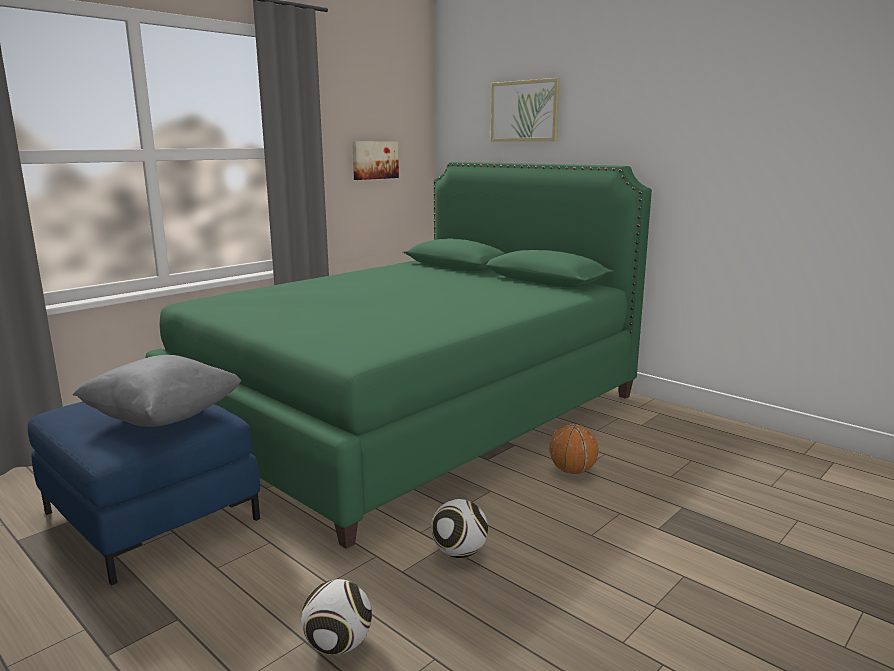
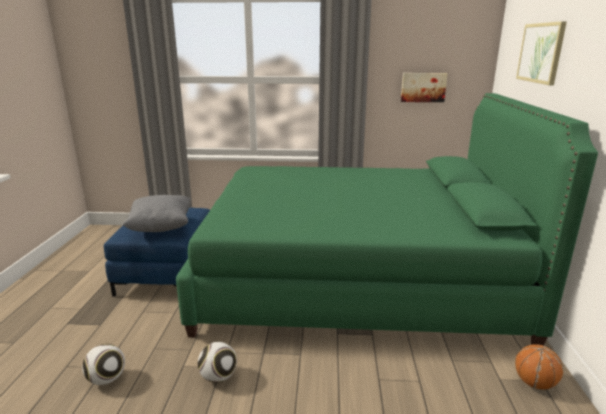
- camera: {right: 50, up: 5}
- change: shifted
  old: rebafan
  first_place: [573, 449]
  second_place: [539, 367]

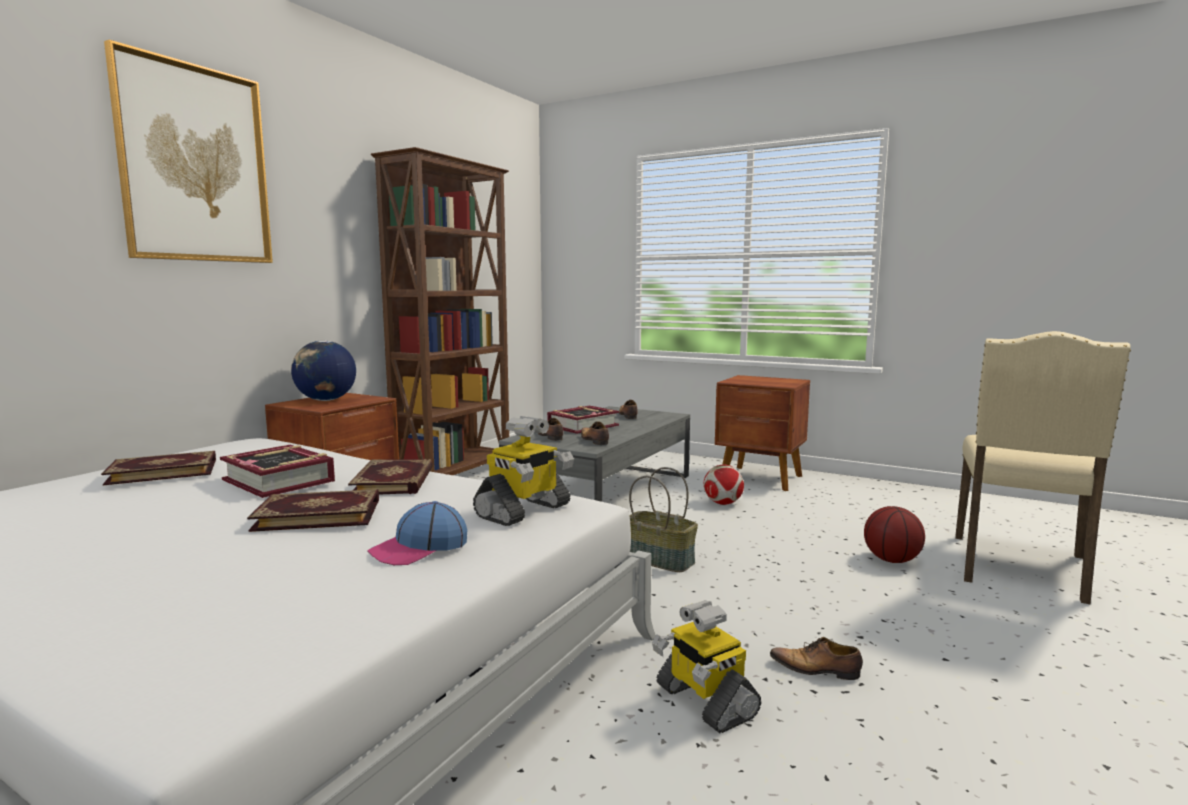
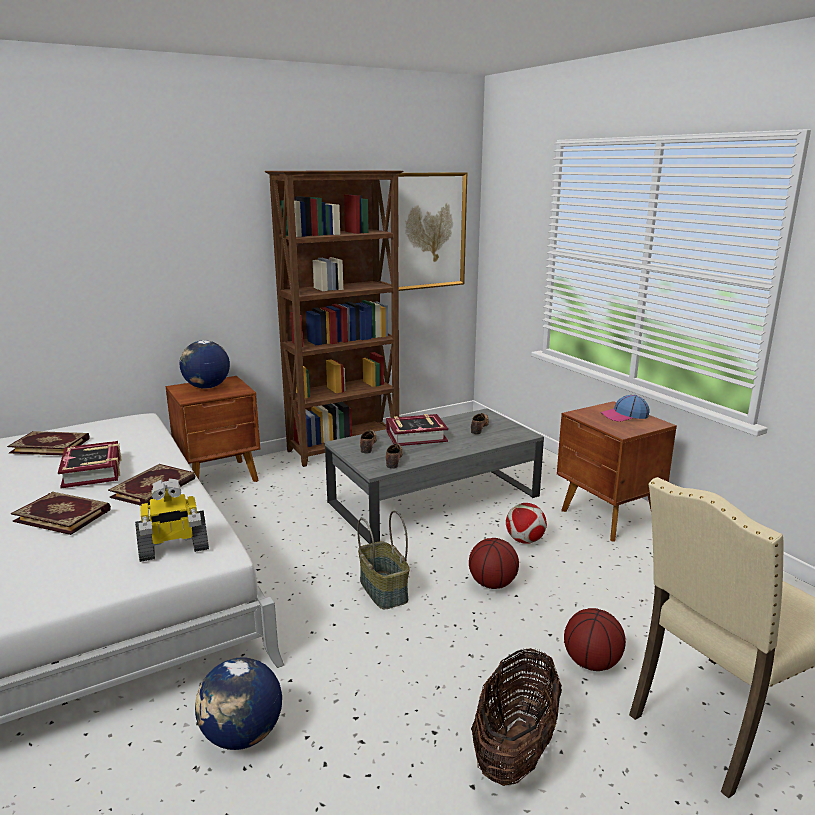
- camera: {right: 30, up: 10}
- change: shifted
  old: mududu
  first_place: [188, 151]
  second_place: [432, 231]
- change: shifted
  old: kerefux
  first_place: [417, 533]
  second_place: [625, 408]
- change: swapped
  old: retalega
  new: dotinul
  first_place: [706, 667]
  second_place: [238, 703]
- change: gone
  old: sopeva
  first_place: [816, 658]
- change: new
  new: rebafan
  second_place: [494, 563]
- change: new
  new: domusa
  second_place: [516, 717]

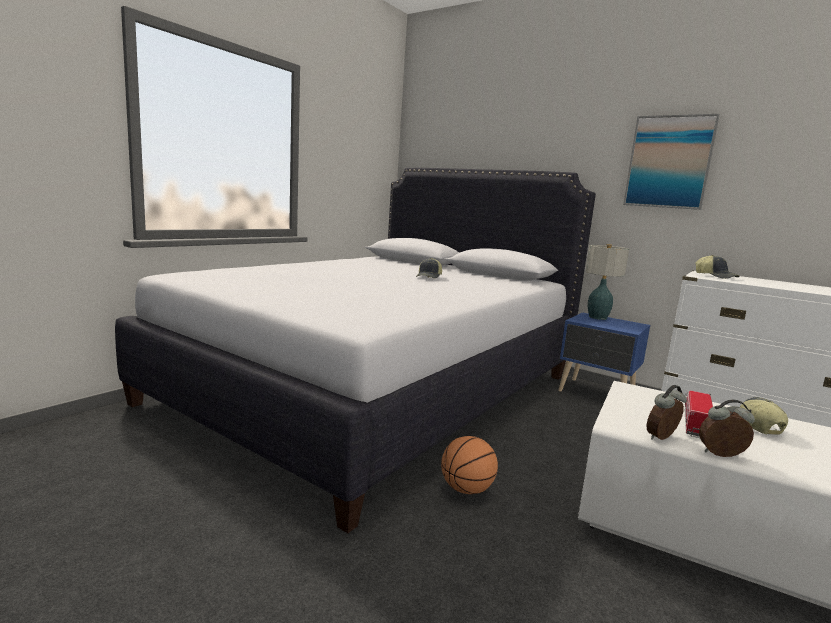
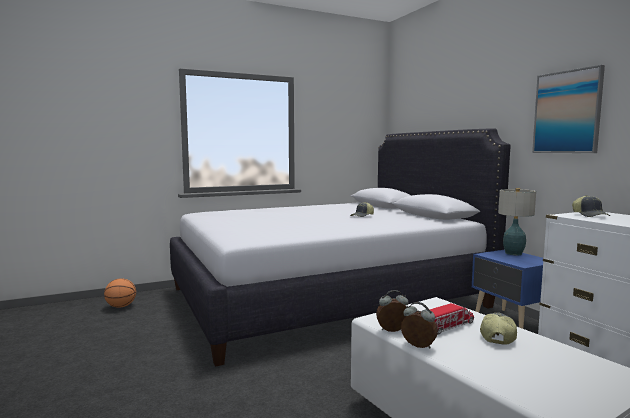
- camera: {right: 30, up: -5}
- change: shifted
  old: rebafan
  first_place: [469, 465]
  second_place: [120, 293]

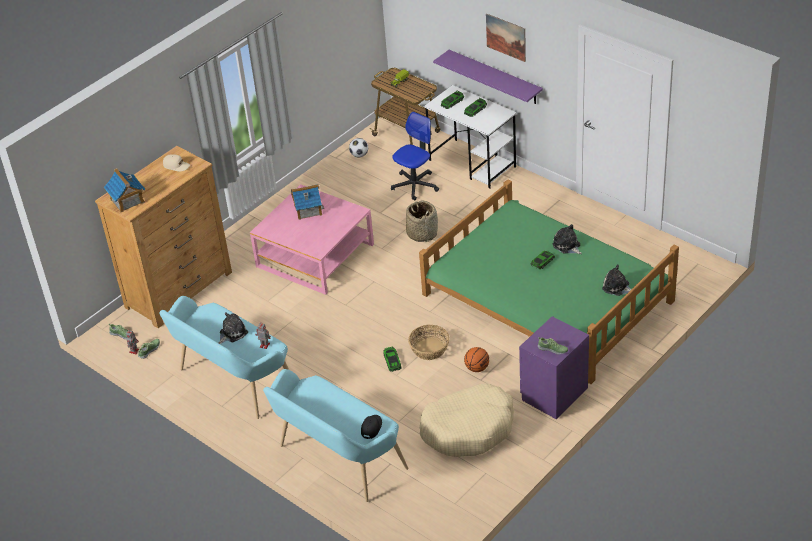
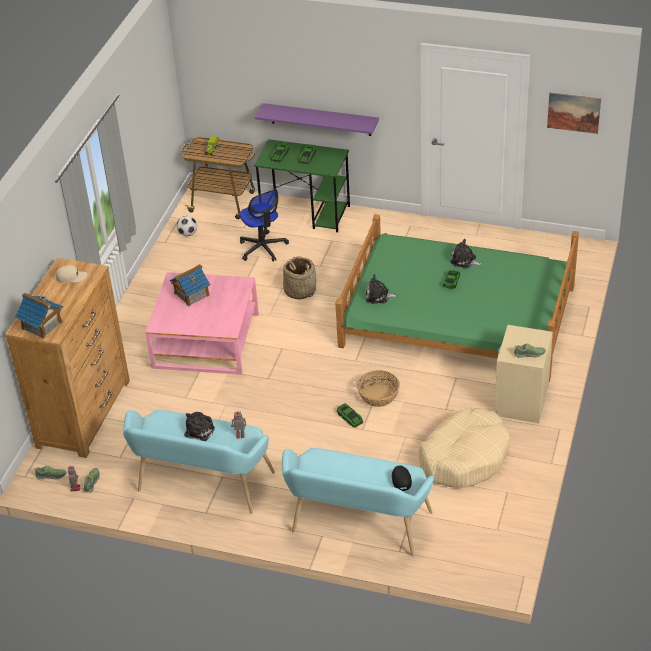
- camera: {right: -25, up: 0}
- change: rotated
  old: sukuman
  first_place: [415, 156]
  second_place: [264, 225]
  degrees: 135
- change: repainted
  old: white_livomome
  new: green_livomome
  first_place: [470, 137]
  second_place: [302, 185]
- change: gone
  old: rebafan
  first_place: [476, 359]
- change: shifted
  old: mududu
  first_place: [506, 38]
  second_place: [574, 113]
- change: repainted
  old: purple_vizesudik
  new: beige_vizesudik
  first_place: [554, 367]
  second_place: [524, 374]
- change: shifted
  old: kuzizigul
  first_place: [616, 280]
  second_place: [382, 289]

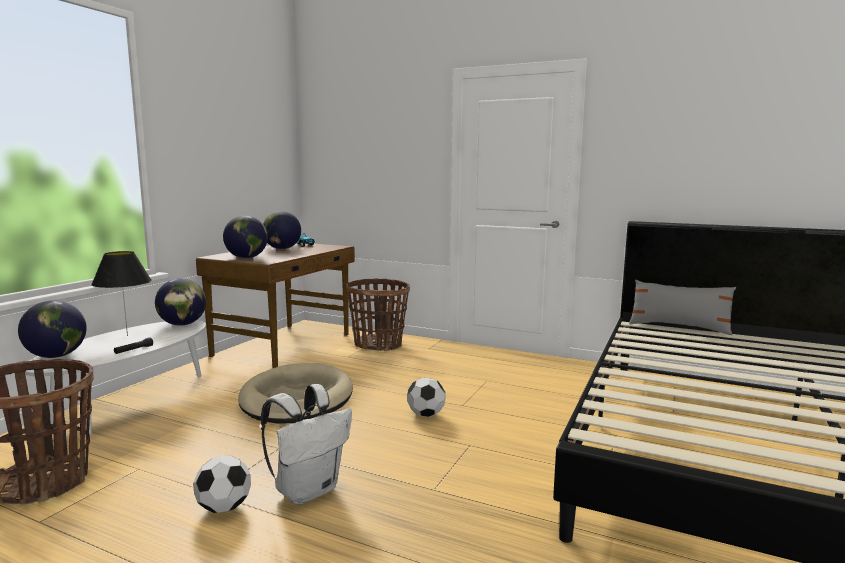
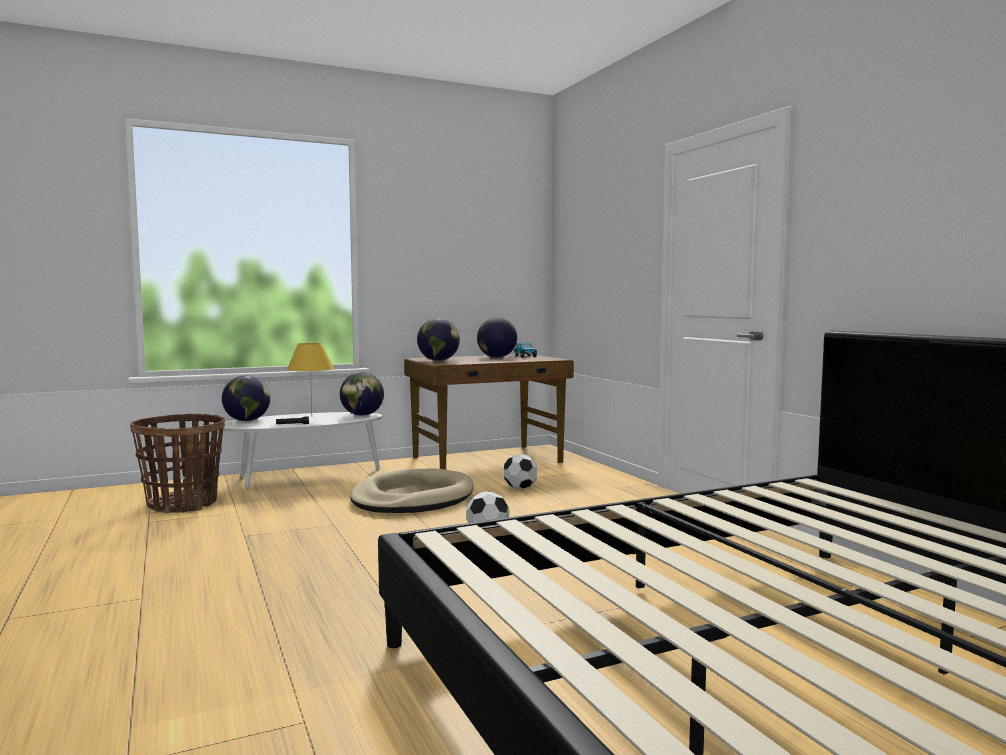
- camera: {right: 40, up: -5}
- change: repainted
  old: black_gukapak
  new: yellow_gukapak
  first_place: [121, 293]
  second_place: [310, 378]
- change: shifted
  old: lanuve
  first_place: [222, 484]
  second_place: [520, 471]
- change: gone
  old: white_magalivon
  first_place: [306, 444]
- change: gone
  old: domusa
  first_place: [378, 315]
- change: gone
  old: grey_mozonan
  first_place: [682, 307]

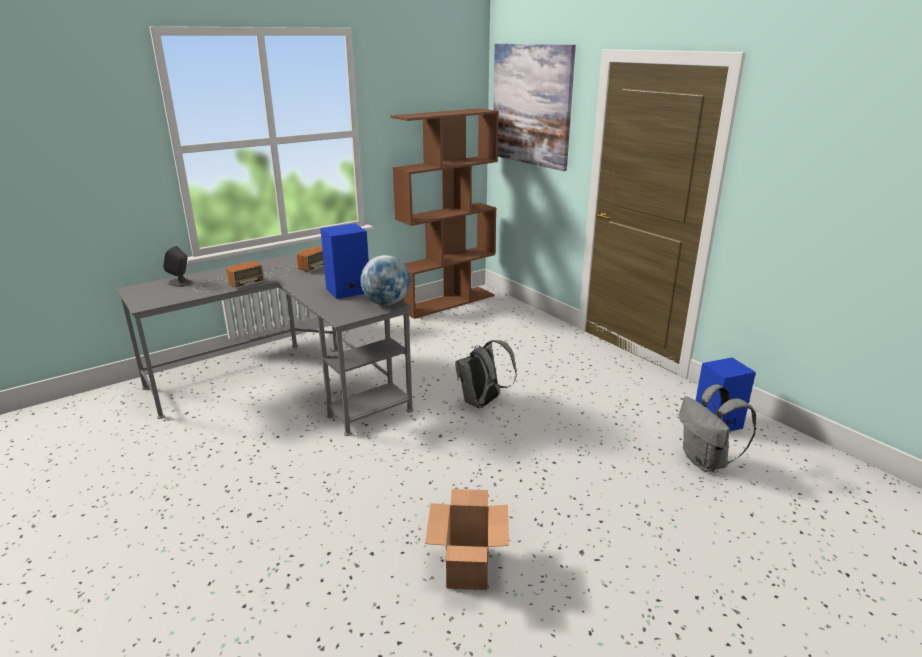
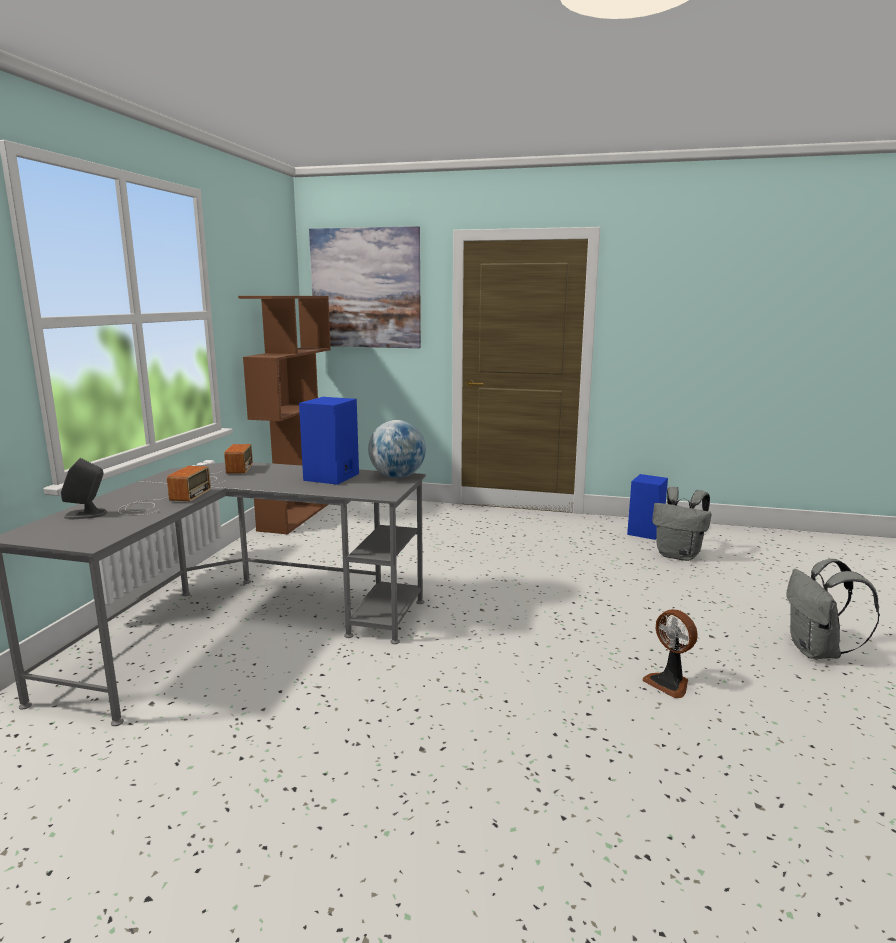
- camera: {right: -40, up: -10}
- change: swapped
  old: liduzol
  new: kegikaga
  first_place: [467, 539]
  second_place: [670, 653]
- change: shifted
  old: grey_magalivon
  first_place: [486, 374]
  second_place: [833, 609]

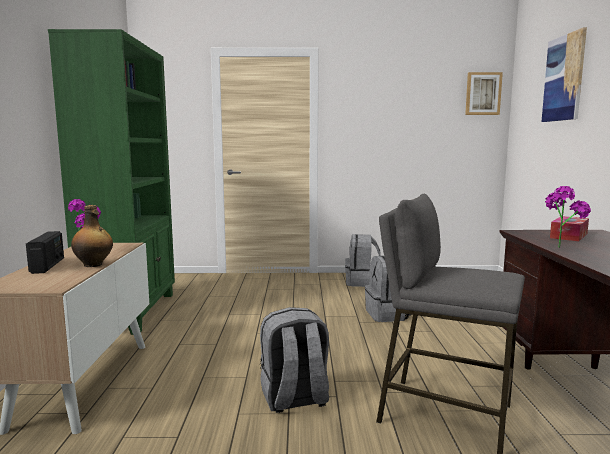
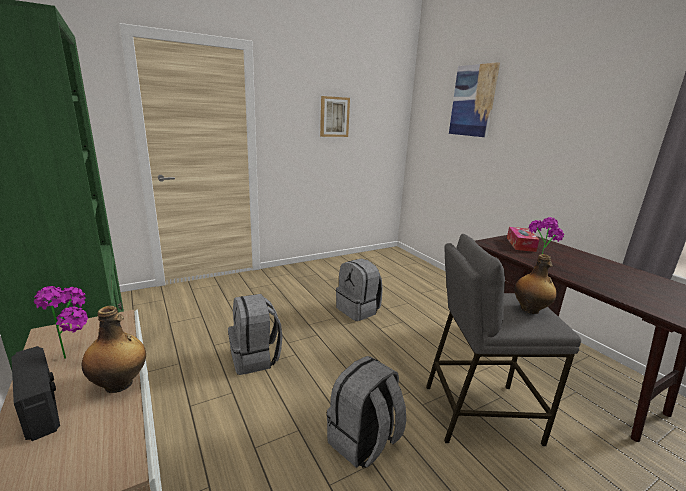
- camera: {right: -30, up: 10}
- change: shifted
  old: grey_magalivon
  first_place: [363, 260]
  second_place: [255, 334]
- change: shifted
  old: mududu
  first_place: [484, 93]
  second_place: [335, 116]
- change: new
  new: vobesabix
  second_place: [535, 284]

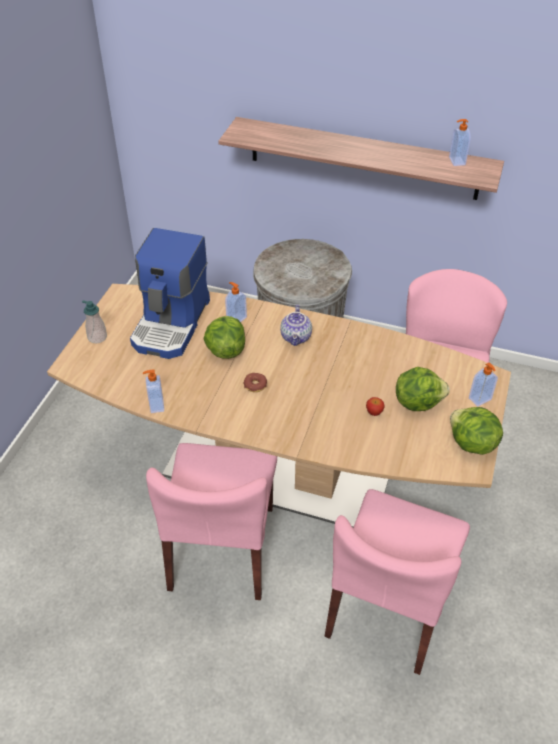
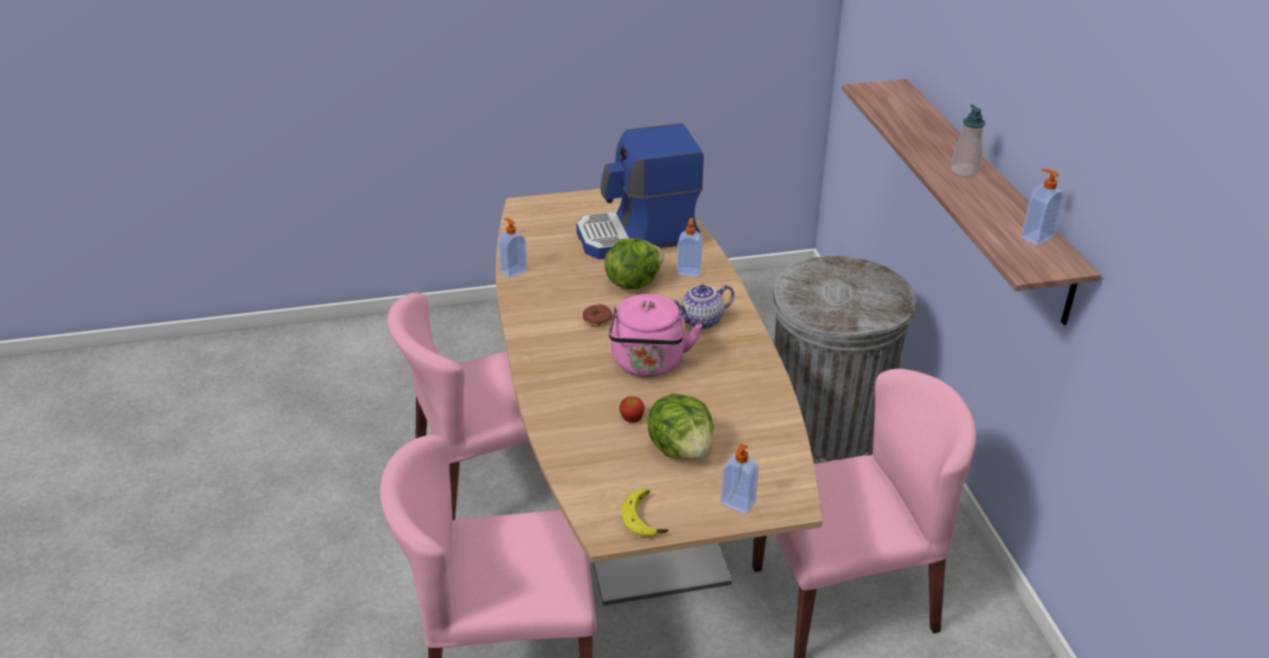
- camera: {right: 60, up: -10}
- change: shifted
  old: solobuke
  first_place: [94, 322]
  second_place: [968, 140]
- change: swapped
  old: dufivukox
  new: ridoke
  first_place: [476, 431]
  second_place: [644, 512]
- change: new
  new: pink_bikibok
  second_place: [655, 335]

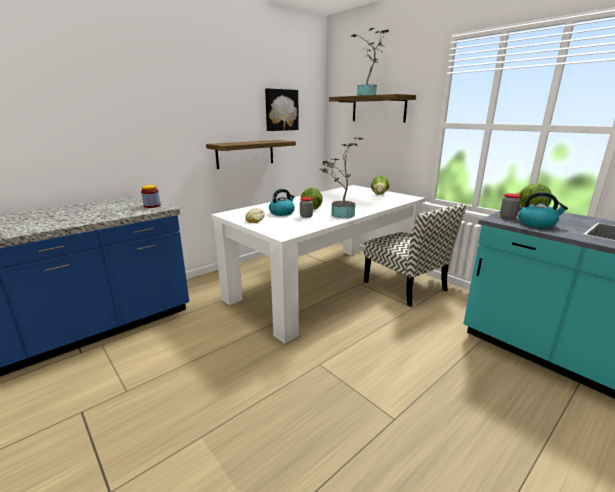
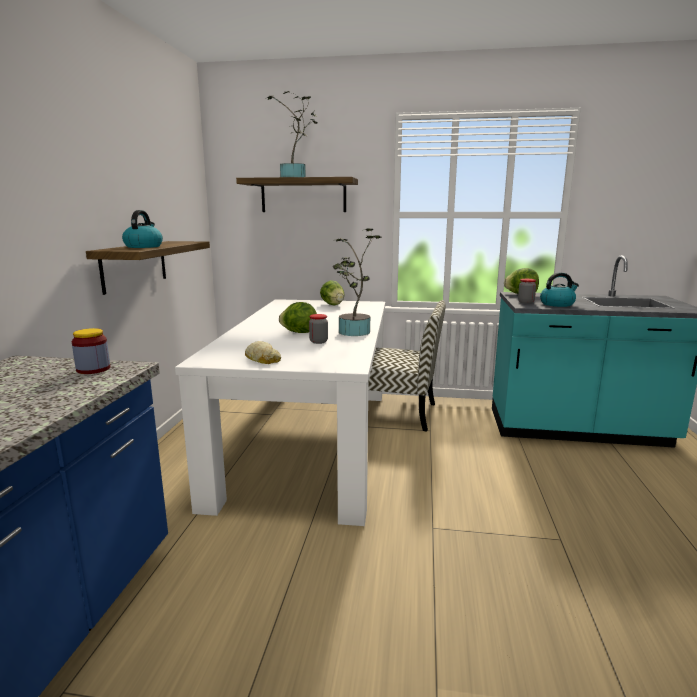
- camera: {right: -40, up: -5}
- change: gone
  old: mududu
  first_place: [282, 109]
- change: shifted
  old: bikibok
  first_place: [282, 202]
  second_place: [142, 229]

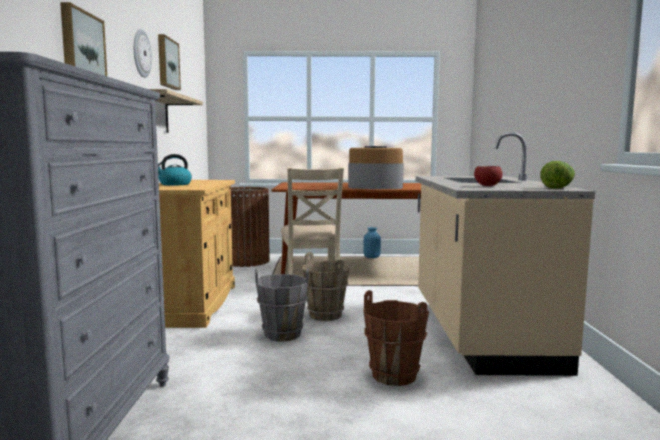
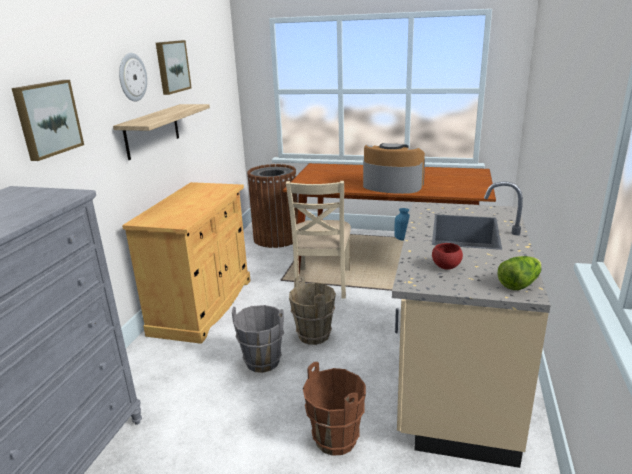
- camera: {right: 15, up: 15}
- change: gone
  old: bikibok
  first_place: [175, 170]

